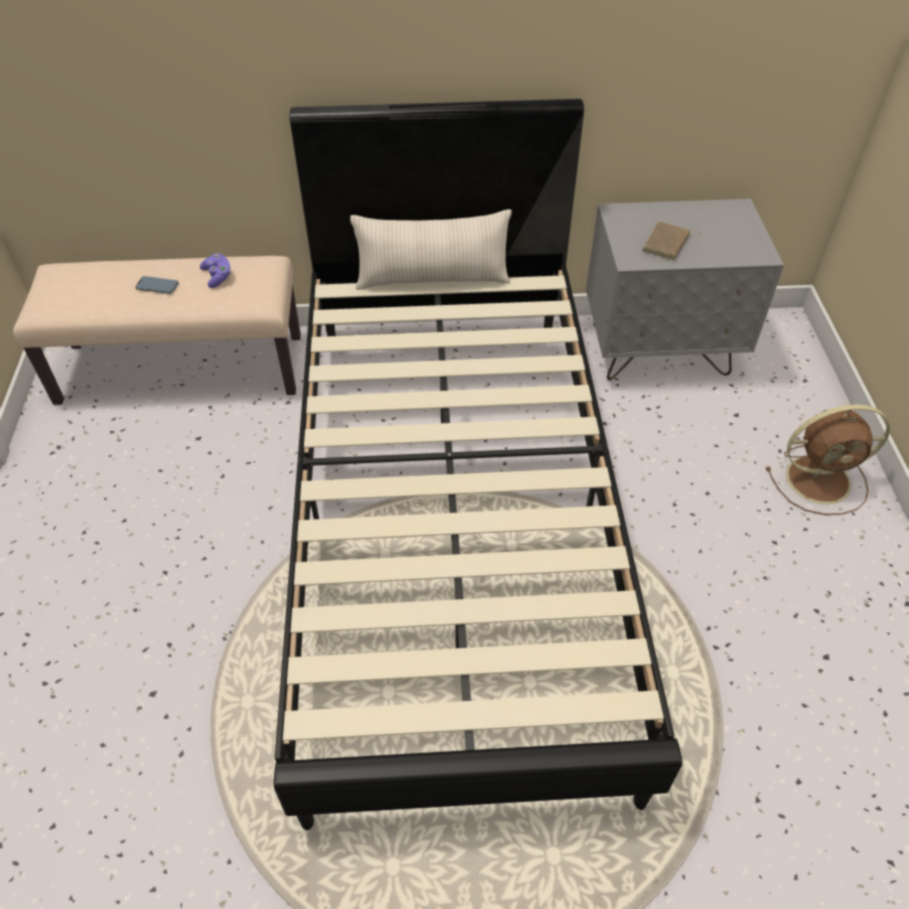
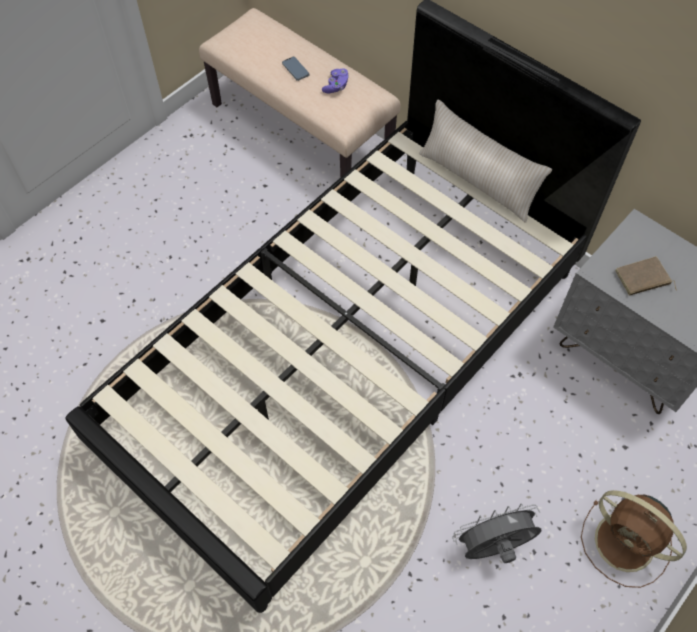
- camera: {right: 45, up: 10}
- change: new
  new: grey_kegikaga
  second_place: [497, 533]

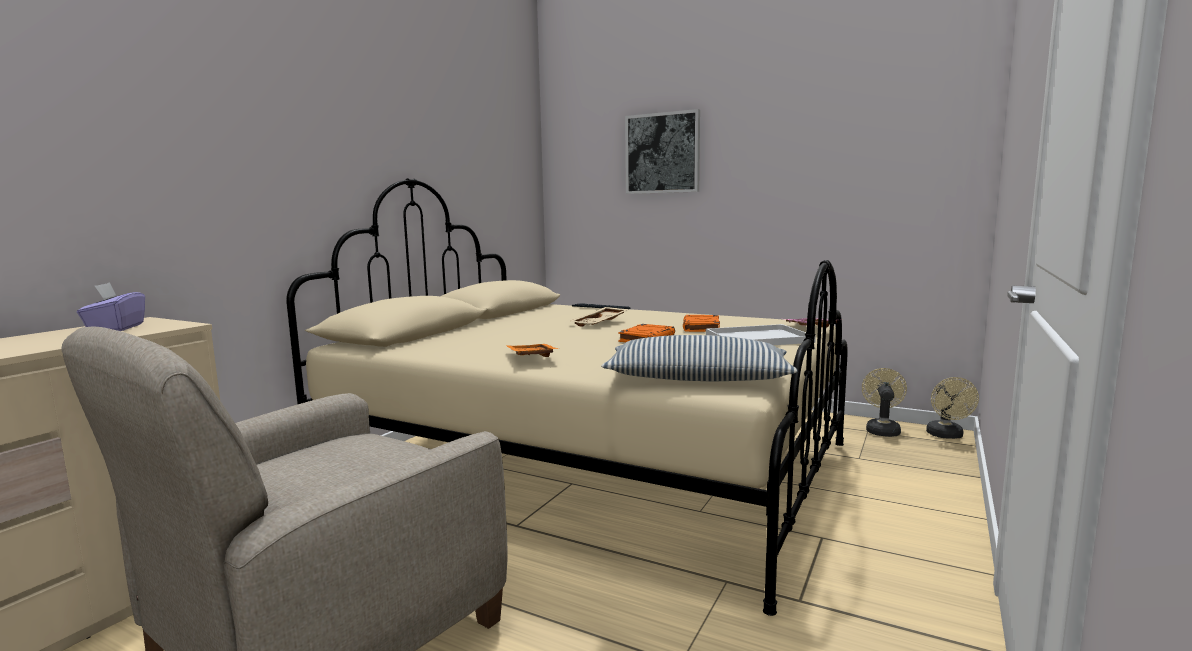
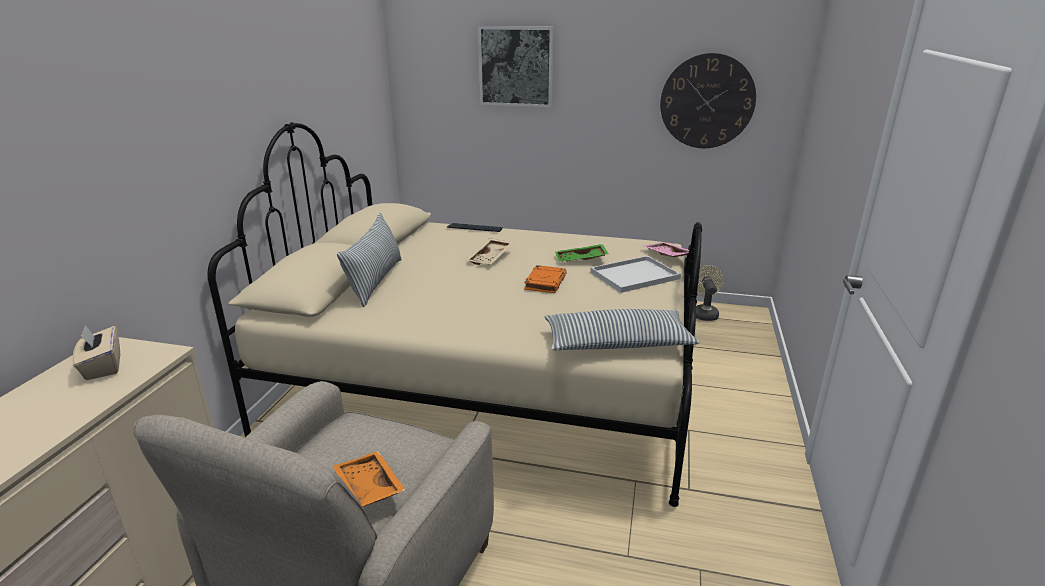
- camera: {right: -15, up: 15}
- change: repainted
  old: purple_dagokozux
  new: beige_dagokozux
  first_place: [111, 306]
  second_place: [96, 352]
- change: shifted
  old: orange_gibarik
  first_place: [533, 350]
  second_place: [369, 479]
- change: swapped
  old: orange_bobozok
  new: green_gibarik
  first_place: [701, 323]
  second_place: [581, 253]
- change: gone
  old: beige_kegikaga
  first_place: [952, 408]
- change: new
  new: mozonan
  second_place: [369, 260]
- change: new
  new: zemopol
  second_place: [708, 100]

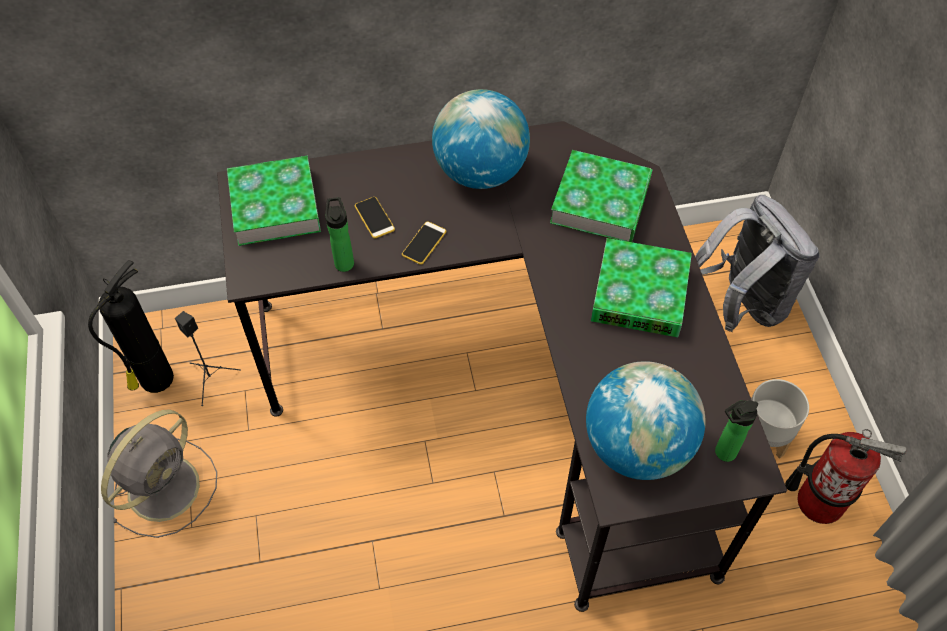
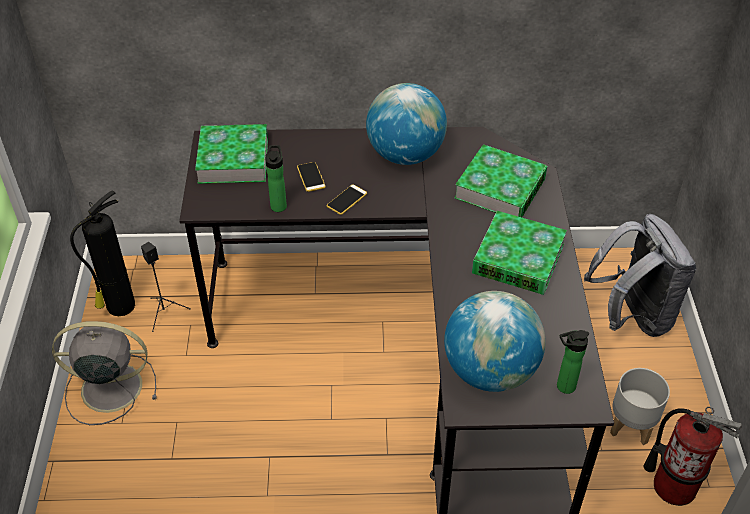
- camera: {right: 10, up: -10}
- change: rotated
  old: grey_kegikaga
  first_place: [159, 473]
  second_place: [104, 373]
  degrees: -135

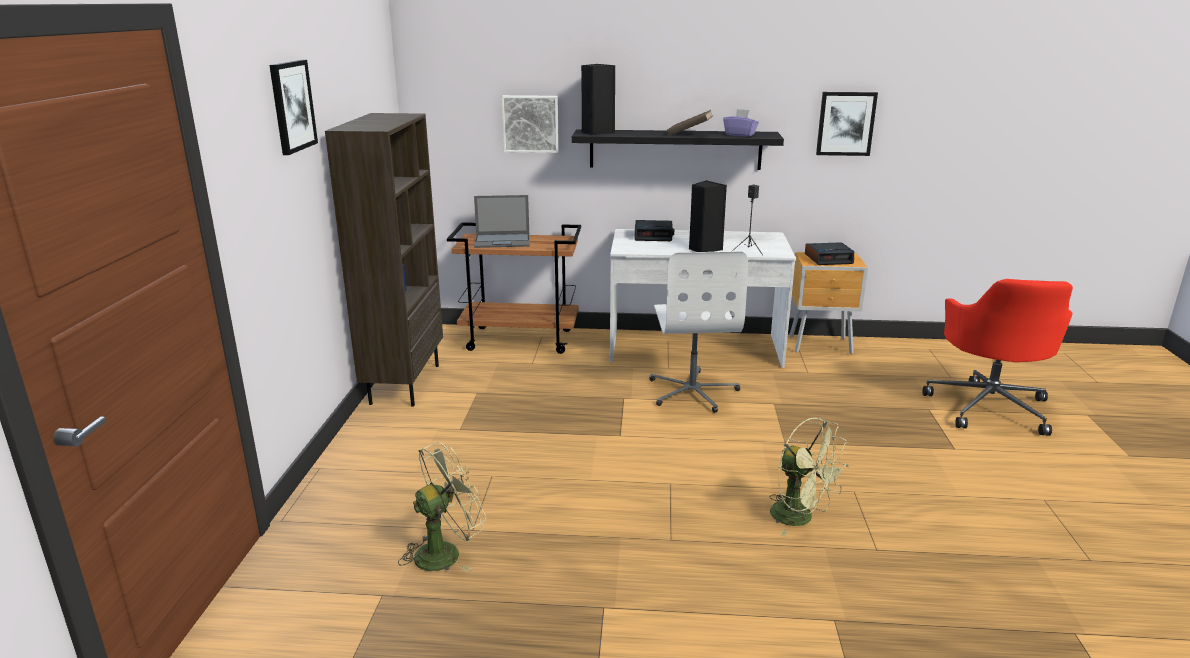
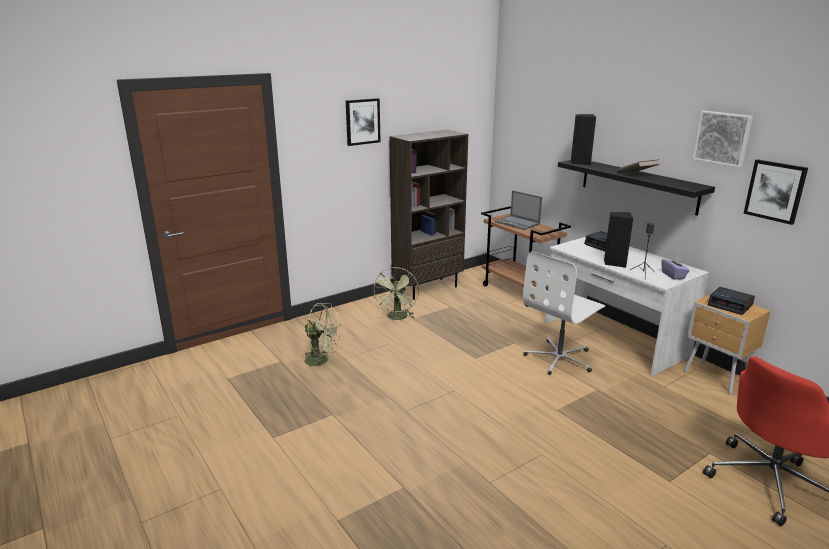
- camera: {right: 50, up: 0}
- change: shifted
  old: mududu
  first_place: [530, 124]
  second_place: [723, 139]
- change: shifted
  old: purple_dagokozux
  first_place: [741, 122]
  second_place: [676, 268]
- change: shifted
  old: green_kegikaga
  first_place: [809, 477]
  second_place: [396, 293]

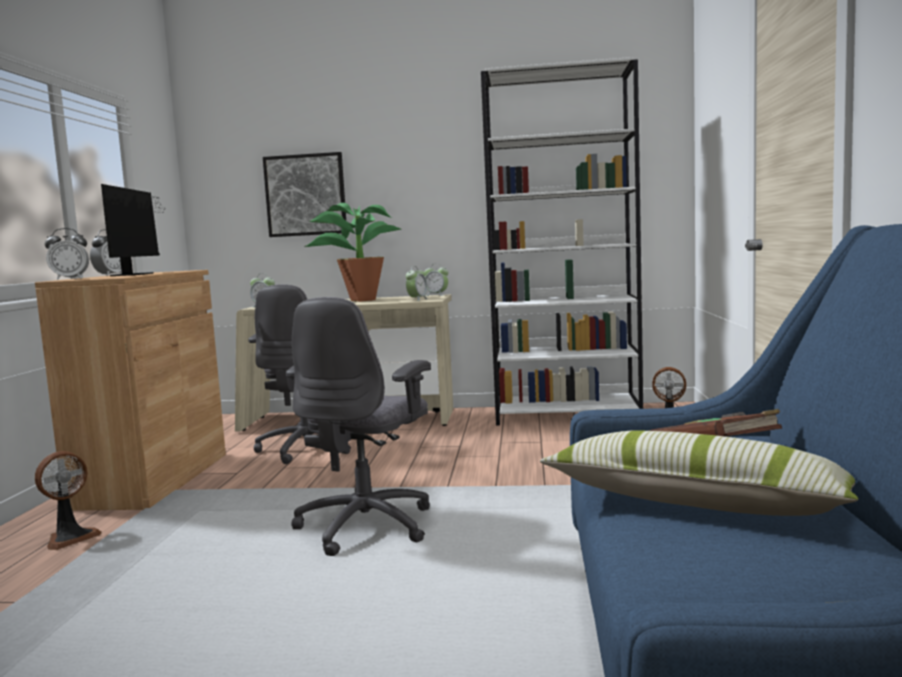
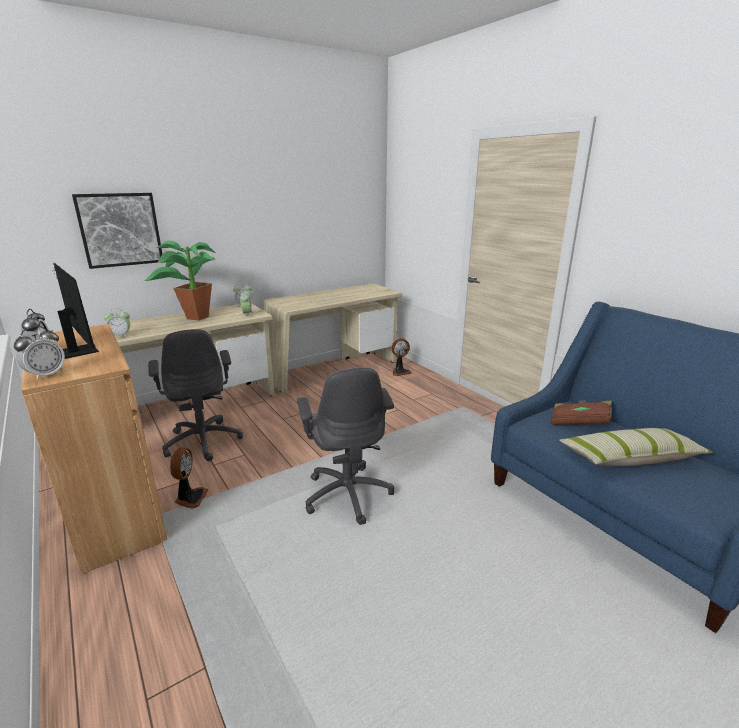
- camera: {right: -40, up: 15}
- change: shifted
  old: kegikaga
  first_place: [68, 500]
  second_place: [189, 477]
- change: swapped
  old: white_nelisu
  new: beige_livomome
  first_place: [562, 241]
  second_place: [332, 338]

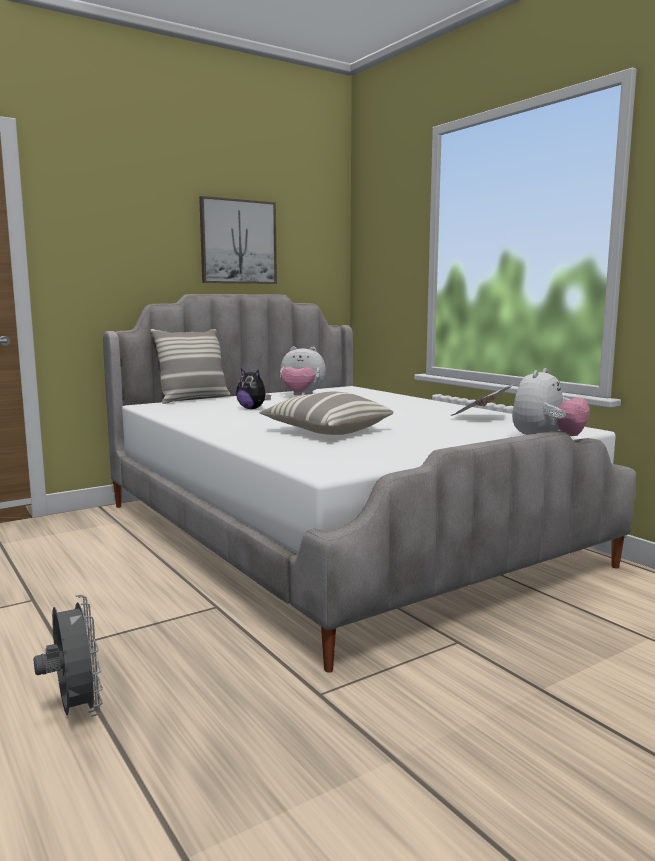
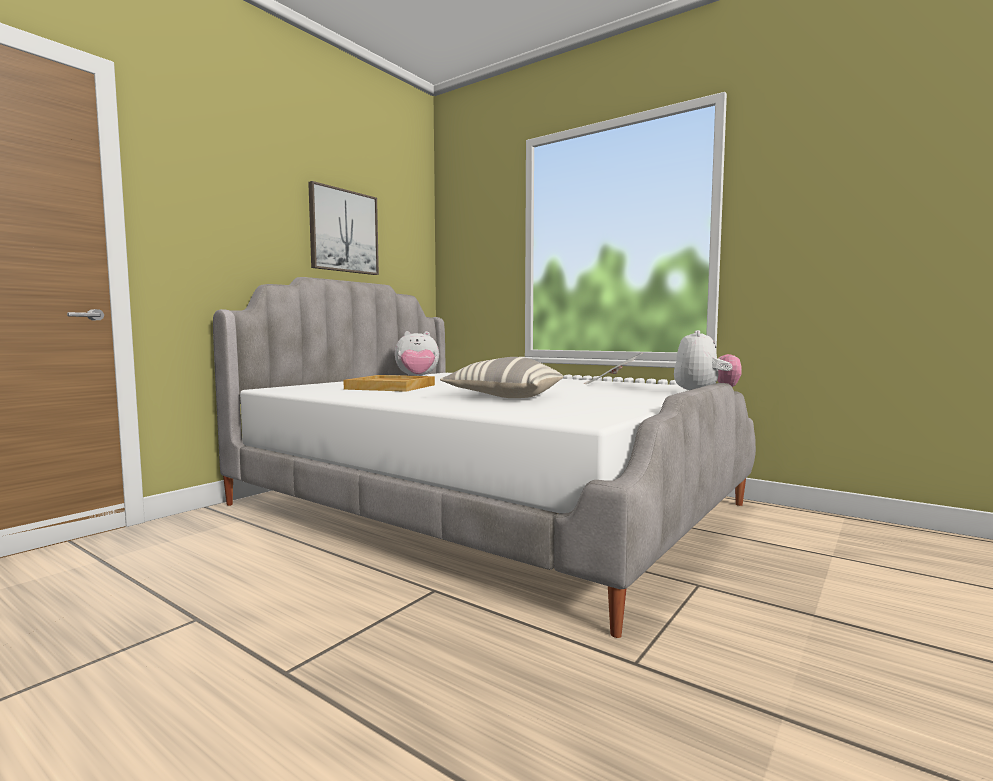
- camera: {right: -20, up: -5}
- change: gone
  old: grey_kegikaga
  first_place: [68, 656]
- change: gone
  old: mozonan
  first_place: [190, 366]
- change: swapped
  old: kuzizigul
  new: beige_gibarik
  first_place: [253, 389]
  second_place: [389, 383]

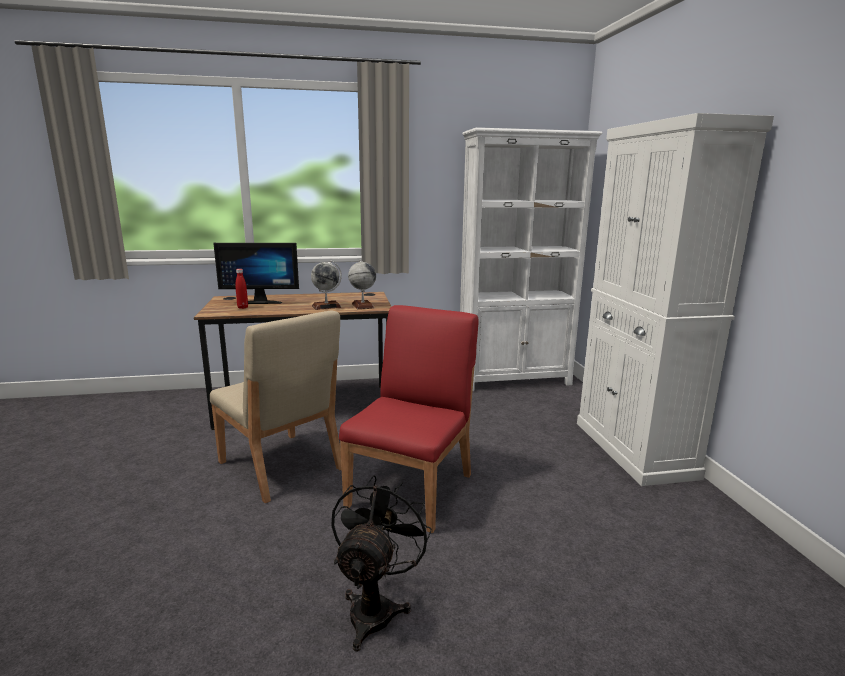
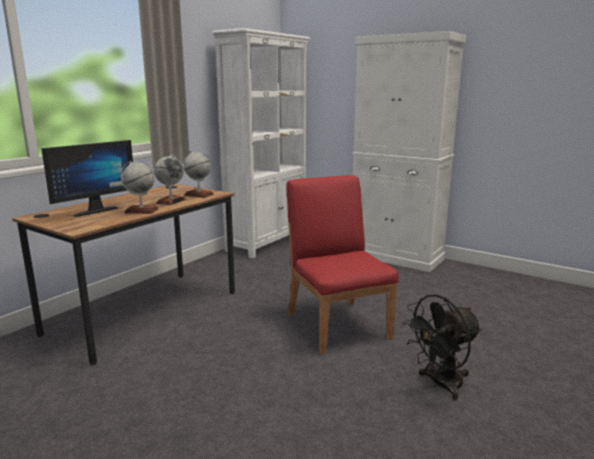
- camera: {right: -45, up: 0}
- change: gone
  old: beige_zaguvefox
  first_place: [276, 406]
- change: gone
  old: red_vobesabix
  first_place: [241, 289]
- change: rotated
  old: black_kegikaga
  first_place: [381, 563]
  second_place: [442, 347]
  degrees: -90
- change: new
  new: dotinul
  second_place: [140, 187]

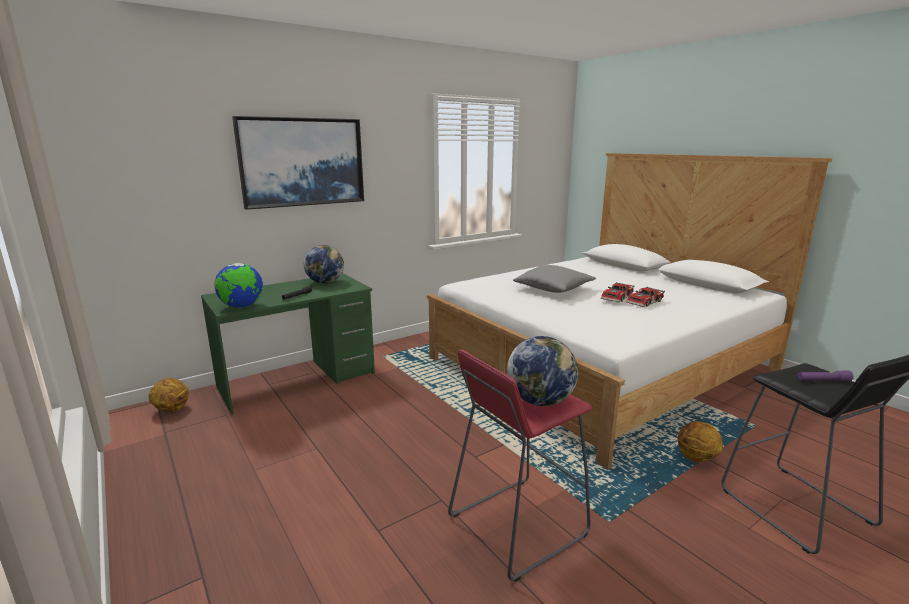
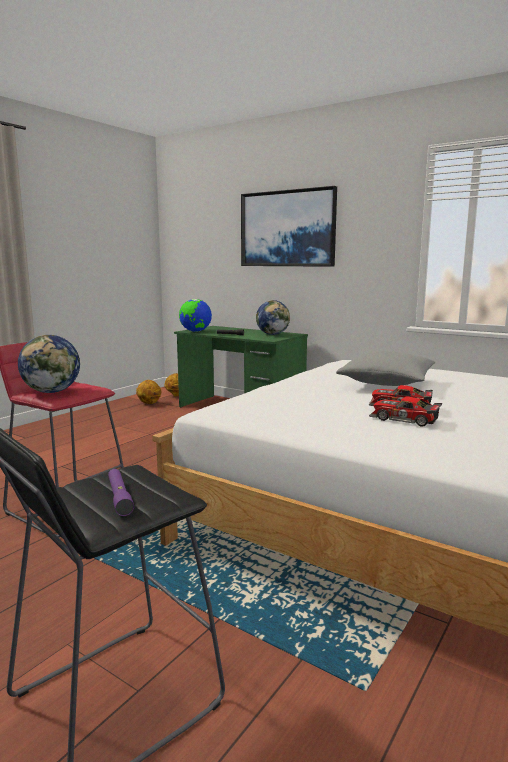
- camera: {right: 70, up: -5}
- change: shifted
  old: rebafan
  first_place: [700, 442]
  second_place: [148, 392]

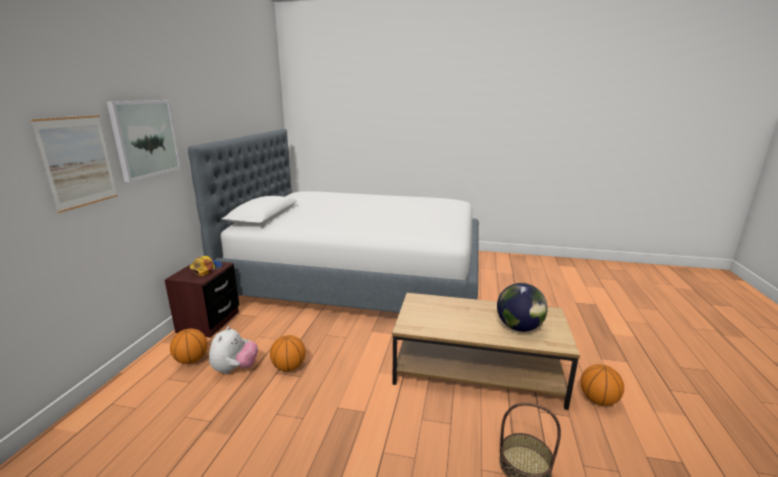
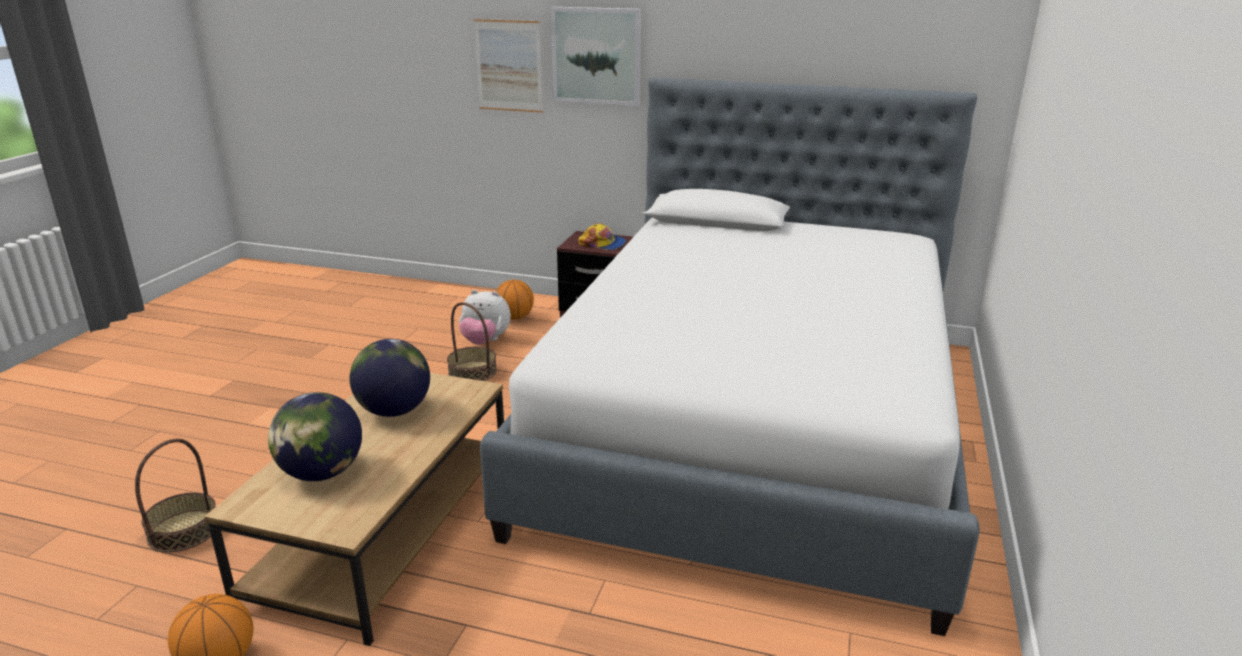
- camera: {right: 95, up: 5}
- change: swapped
  old: rebafan
  new: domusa
  first_place: [288, 353]
  second_place: [472, 341]
- change: new
  new: dotinul
  second_place: [390, 378]

